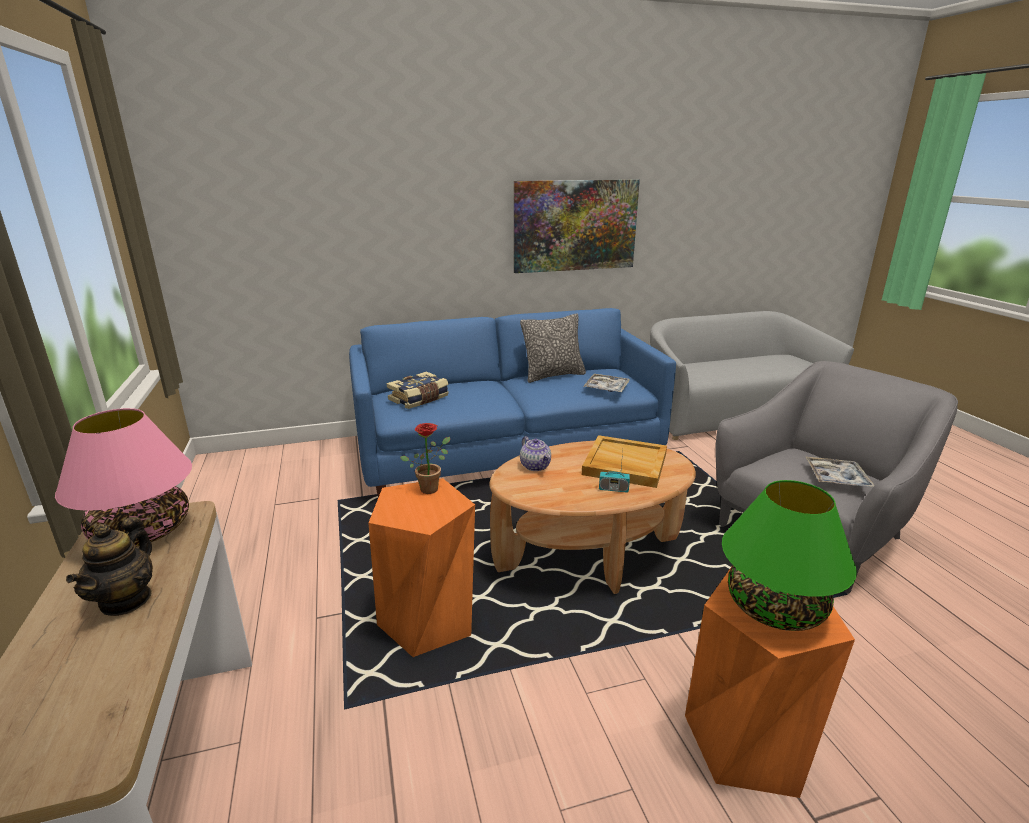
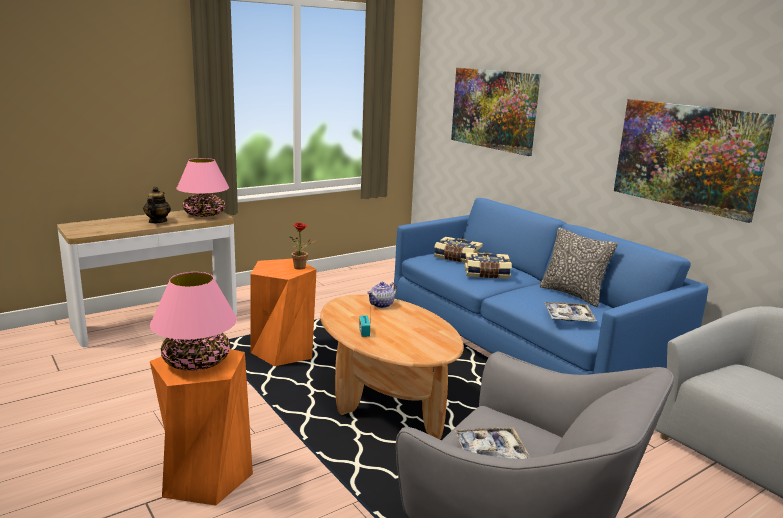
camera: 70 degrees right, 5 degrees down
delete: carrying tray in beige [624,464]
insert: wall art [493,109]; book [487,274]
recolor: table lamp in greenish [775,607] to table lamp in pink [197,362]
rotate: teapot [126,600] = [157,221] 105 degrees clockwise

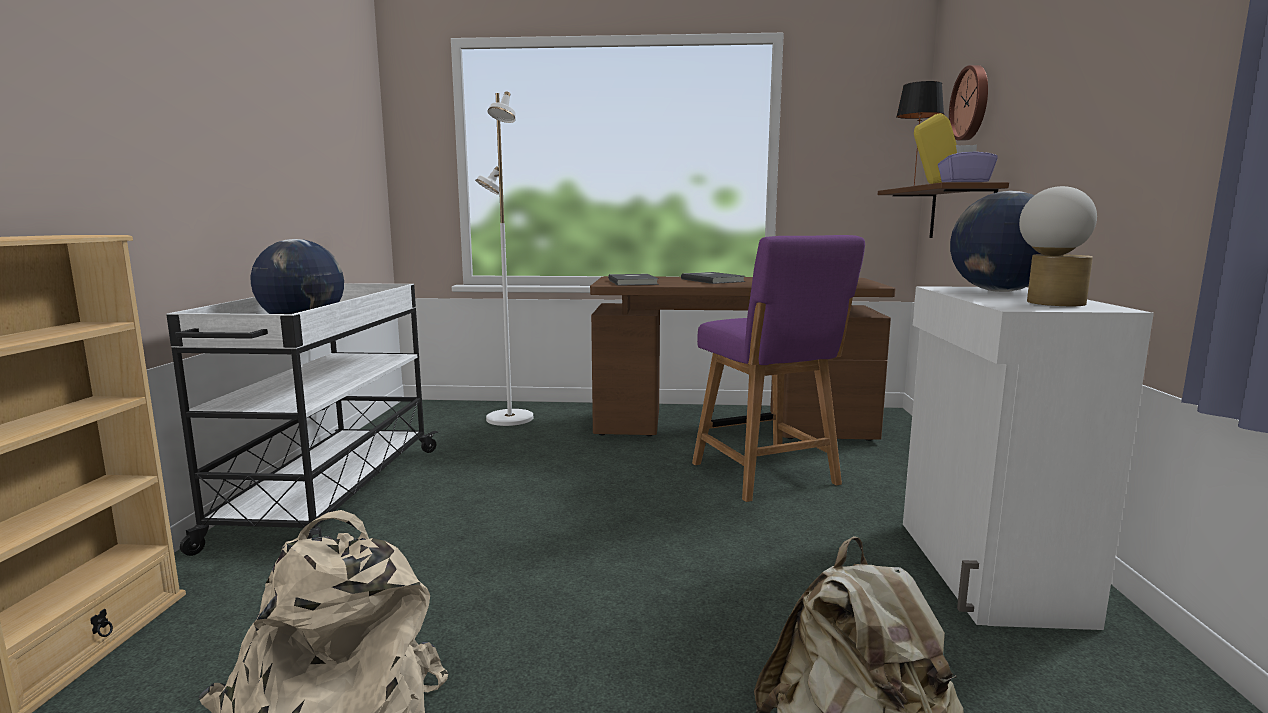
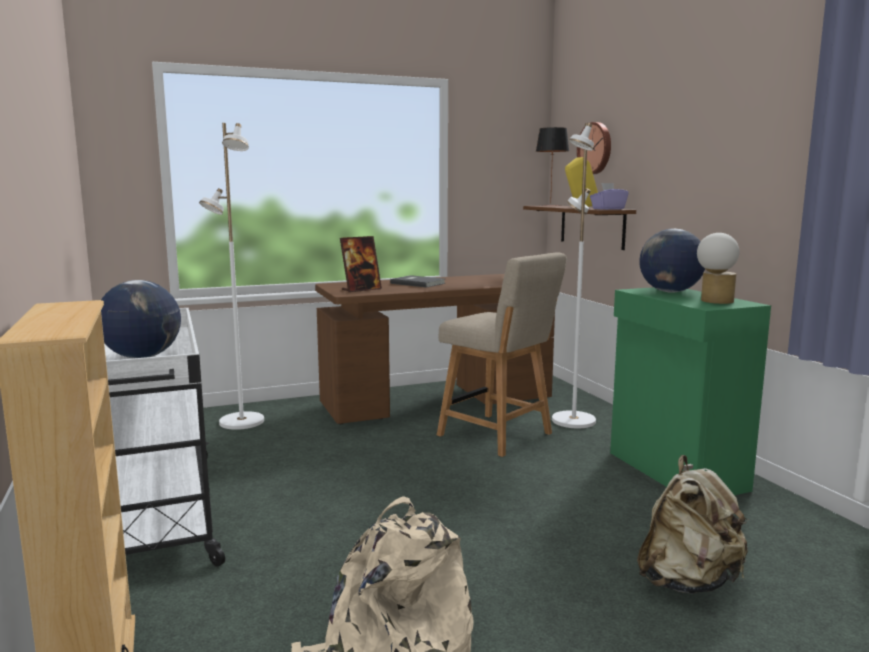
camera: 25 degrees left, 0 degrees up
insert: standard lamp in white [572,421]
replace: book in gray [634,282] to picture frame [361,289]
recolor: plain chair in purple-coloured [768,476] to plain chair in beige [499,436]; cabinet in white [985,570] to cabinet in greenish [675,471]

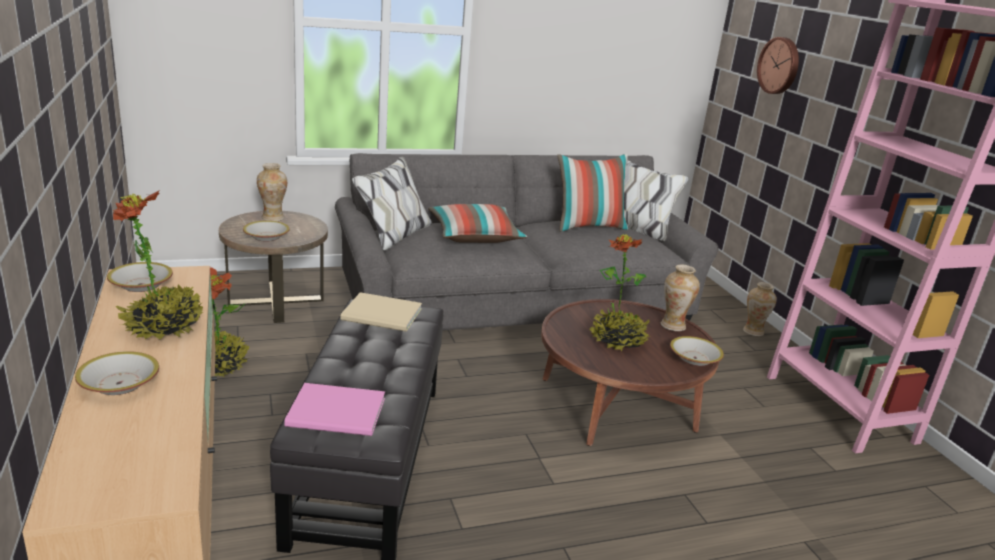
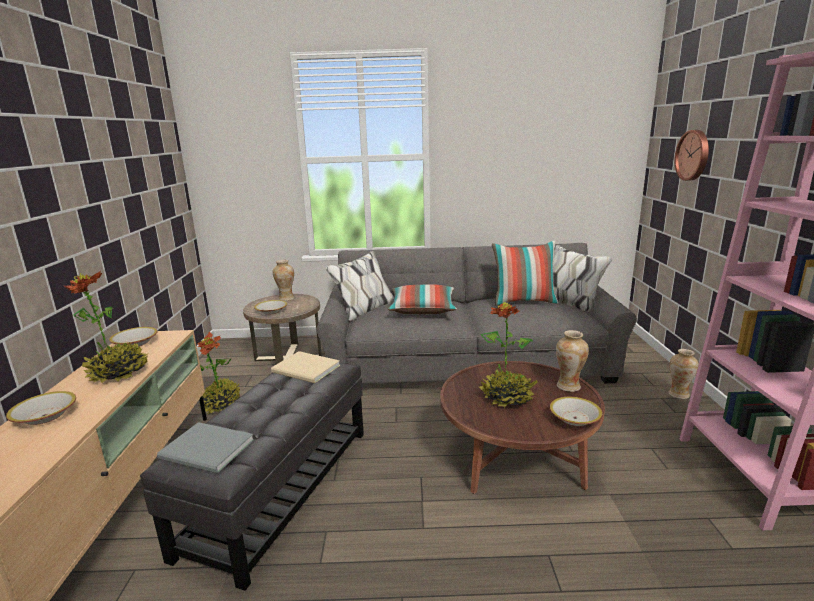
camera: 20 degrees right, 5 degrees down
recolor: book in pink [338,414] to book in gray [207,451]

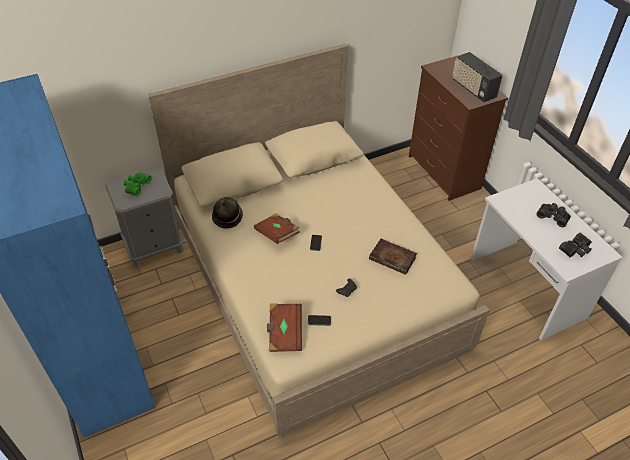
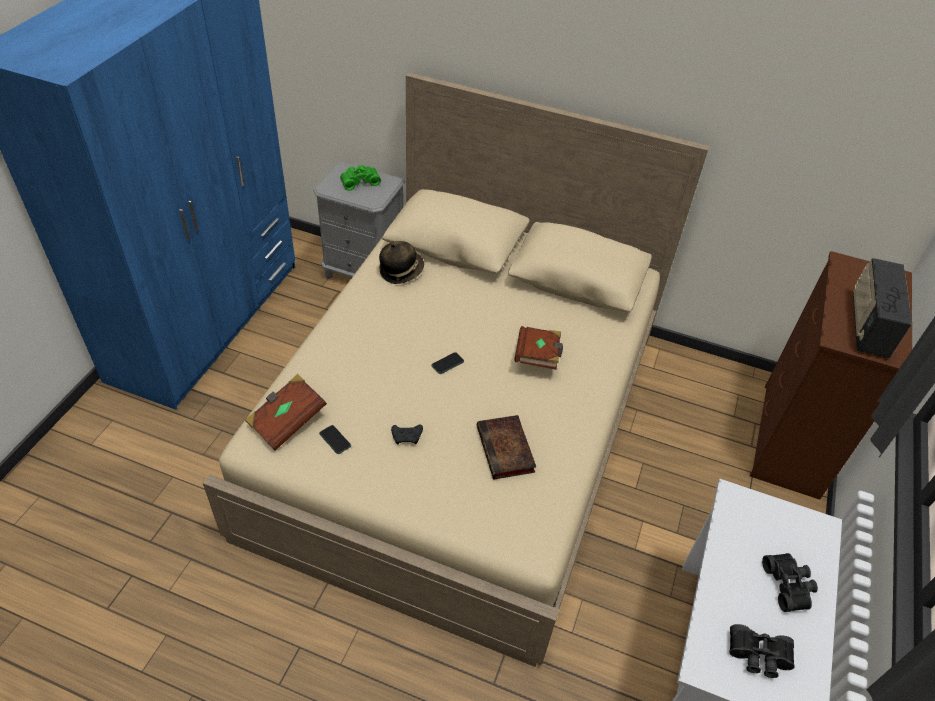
camera: 45 degrees right, 0 degrees up
move: book in brown [277,234] to [538,356]

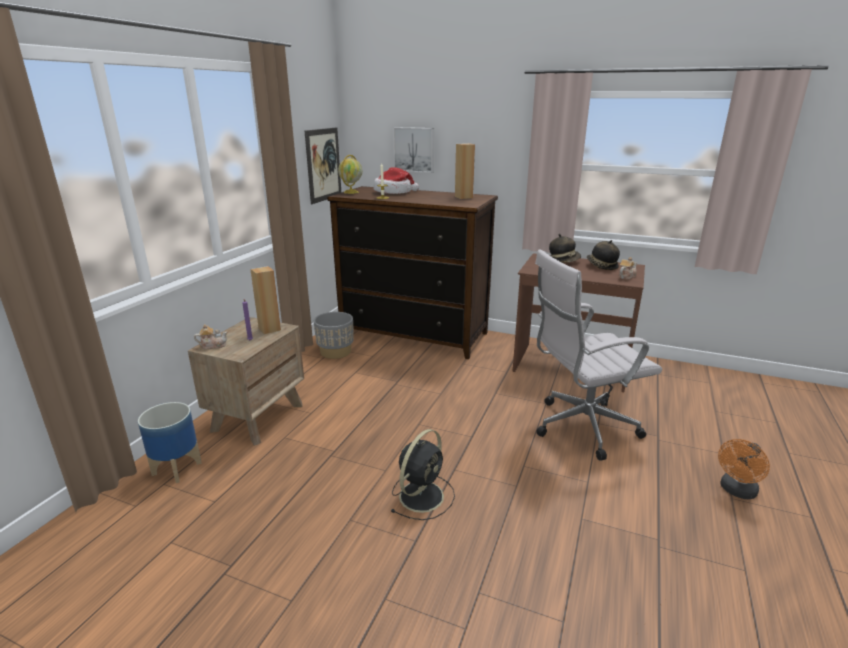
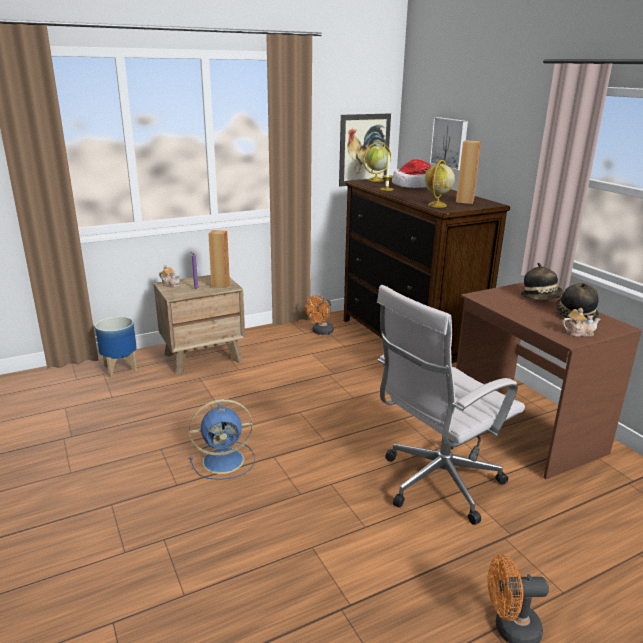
camera: 40 degrees right, 0 degrees up
insert: world globe [437,205]
replace: plant pot in gray [336,352] to fan in orange-coloured [321,332]
recolor: fan in black-coloured [422,495] to fan in blue [225,460]
rotate: office chair in white [580,427] = [436,484] 60 degrees counterclockwise

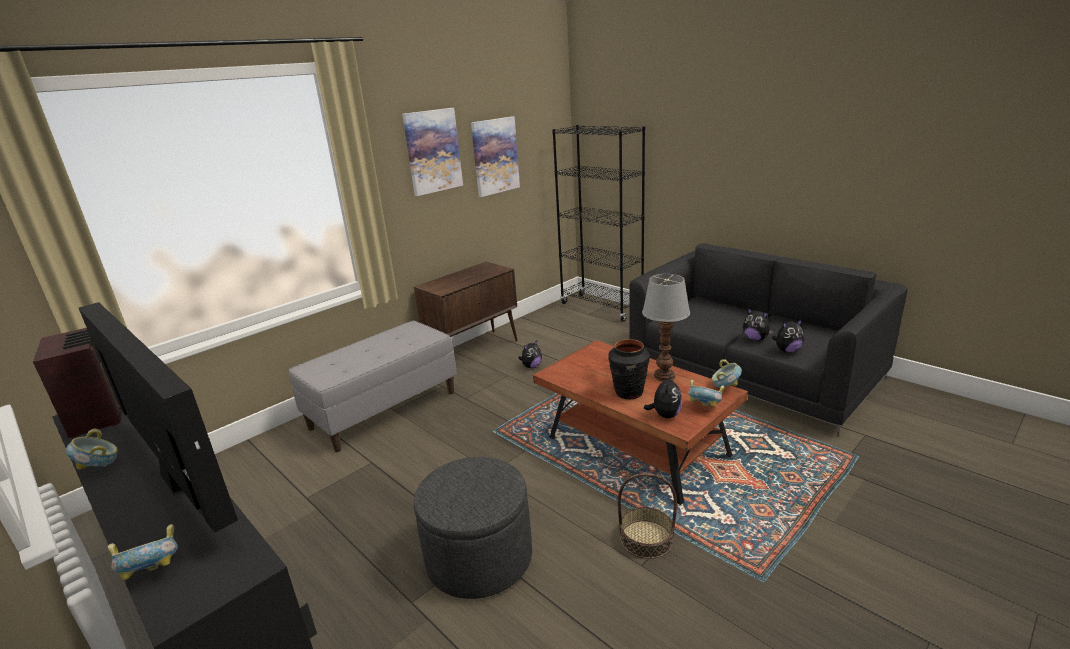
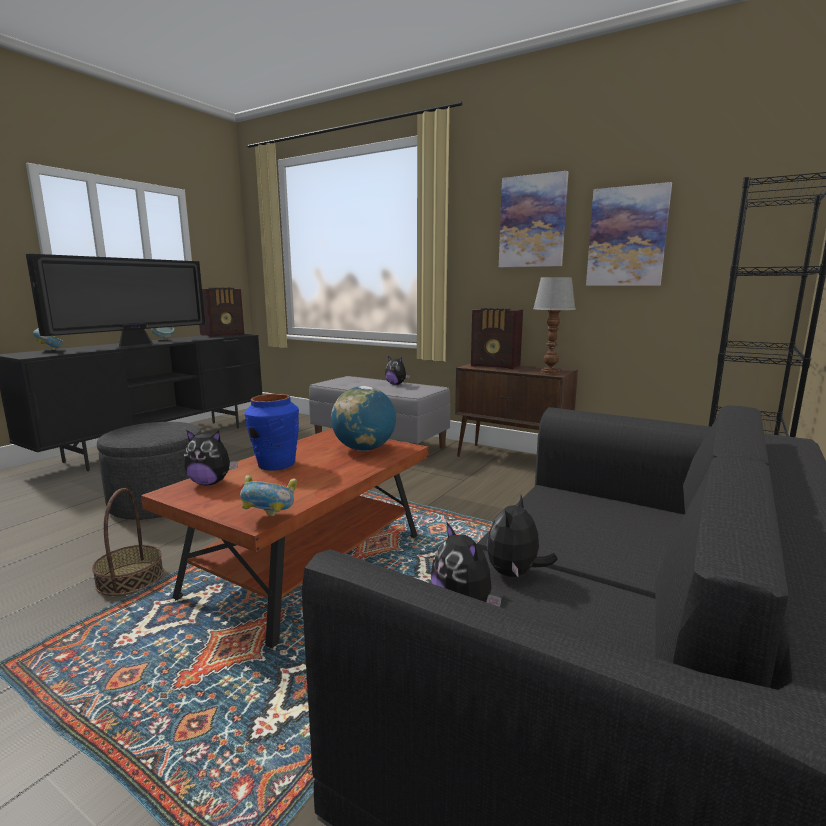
camera: 75 degrees right, 10 degrees down
delete: serving bowl [704,407]
insert: world globe [364,449]; radio set [496,366]
move: cuddly toy [531,366] to [396,384]; table lamp [664,376] to [549,373]
recolor: decorative vase in black-coloured [629,393] to decorative vase in blue [275,465]

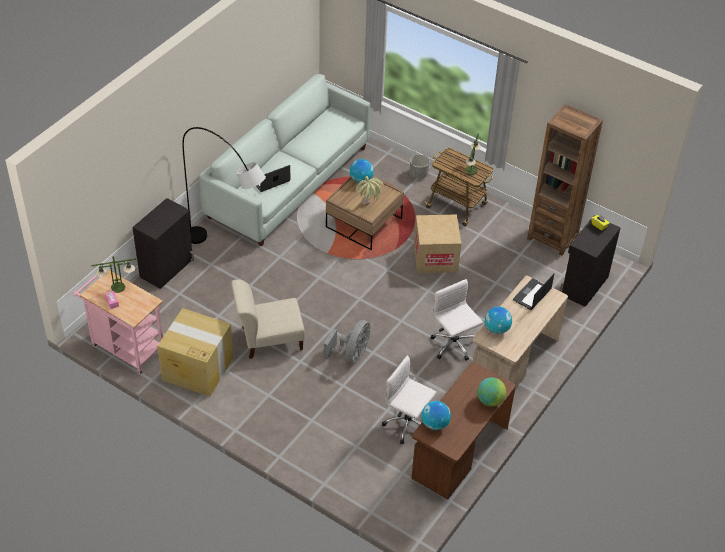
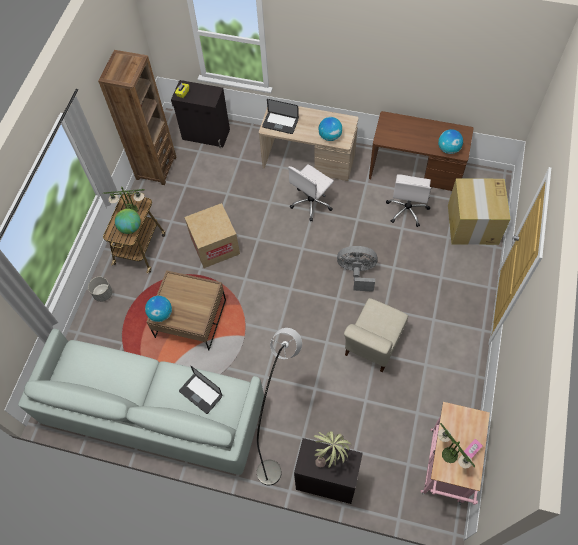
camera: 105 degrees left, 15 degrees up
move: carton [197,368] to [472,225]; potted plant [367,210] to [330,456]; world globe [490,400] to [130,228]
rotate: plain chair in beige [269,339] = [372,344] 60 degrees clockwise

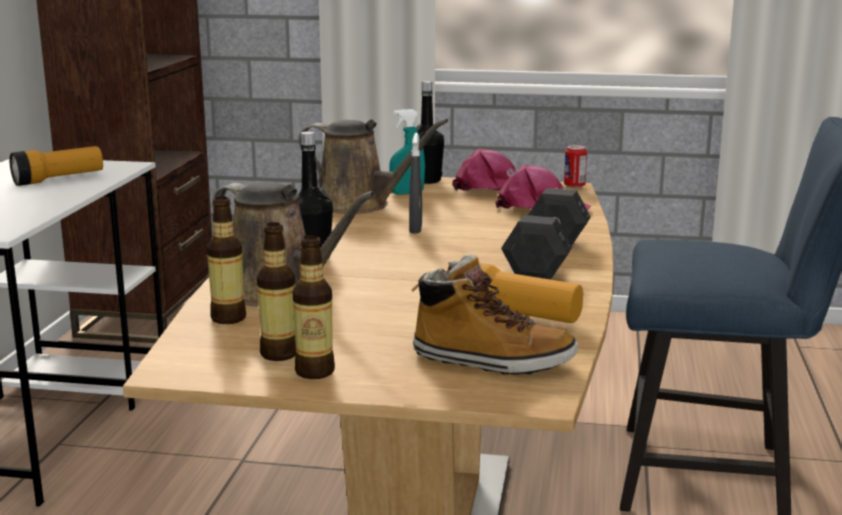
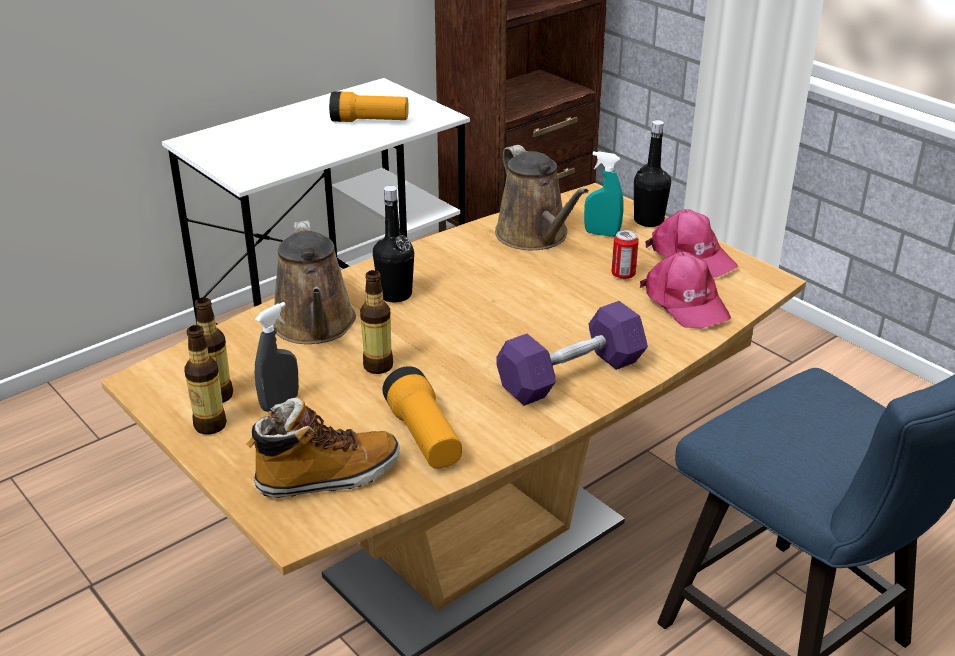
camera: 40 degrees right, 15 degrees up
move: drink bottle [228,318] to [378,366]; sprayer in gray [415,229] to [280,402]; sealed can [574,186] to [623,275]
recolor: free weight in gray [547,258] to free weight in purple-coloured [571,375]
rotate: tall boot [492,361] = [328,477] 75 degrees counterclockwise

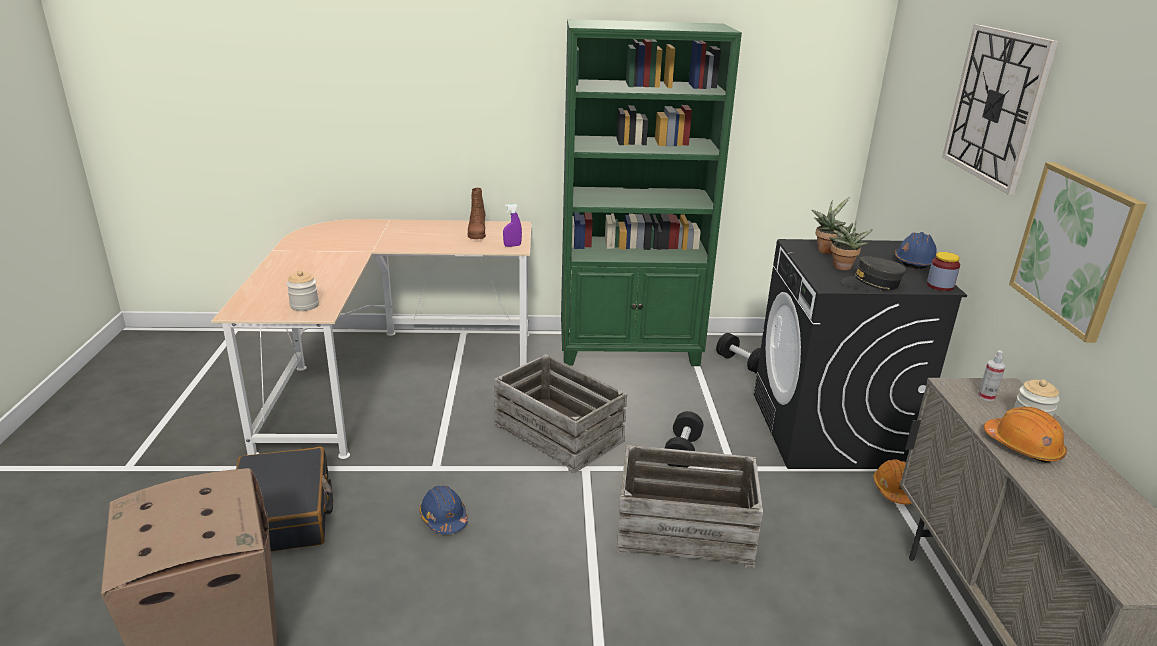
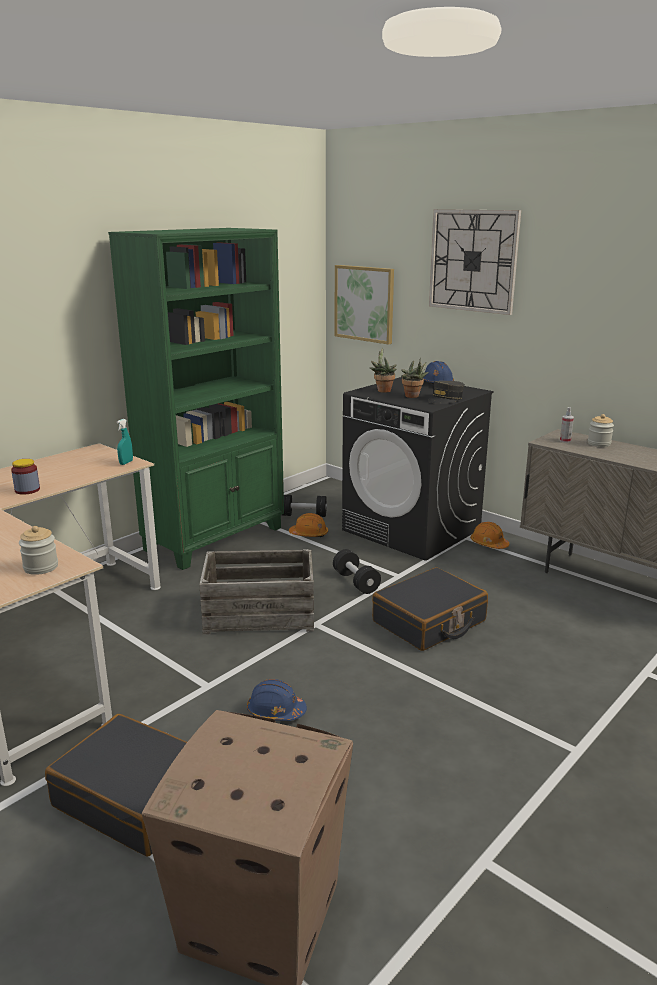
camera: 45 degrees left, 5 degrees down
delete: tall boot in brown [476,234]
move: storage jar [940,286] to [27,490]; work helmet in orange-coloured [1023,446] to [309,534]; wall art [1074,249] to [364,303]
replace: packing crate [684,529] to piece of luggage in black-coloured [429,622]
recolor: sprayer in purple-coloured [512,246] to sprayer in blue-green [126,463]

